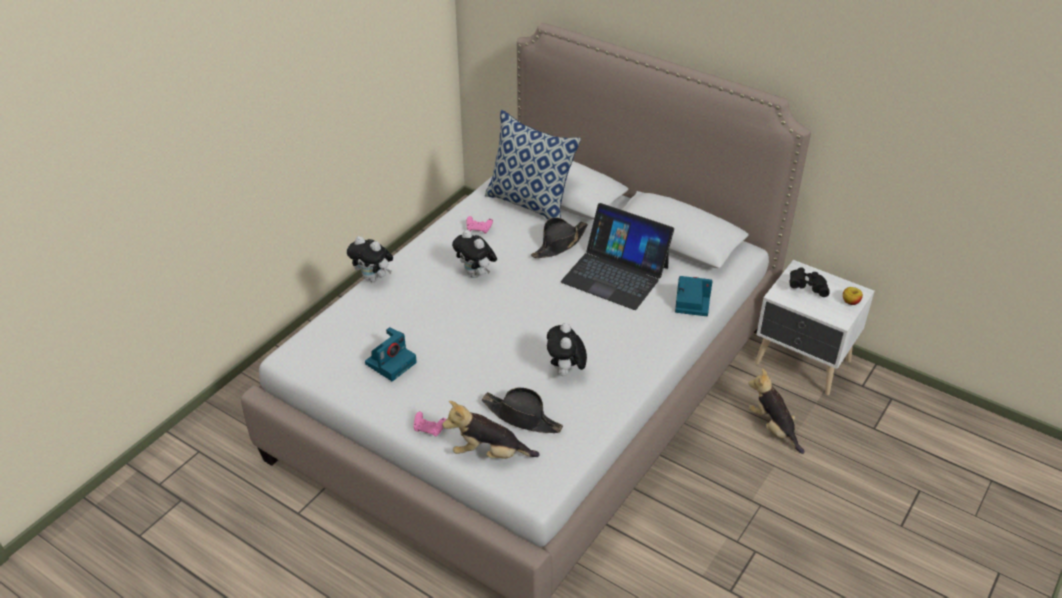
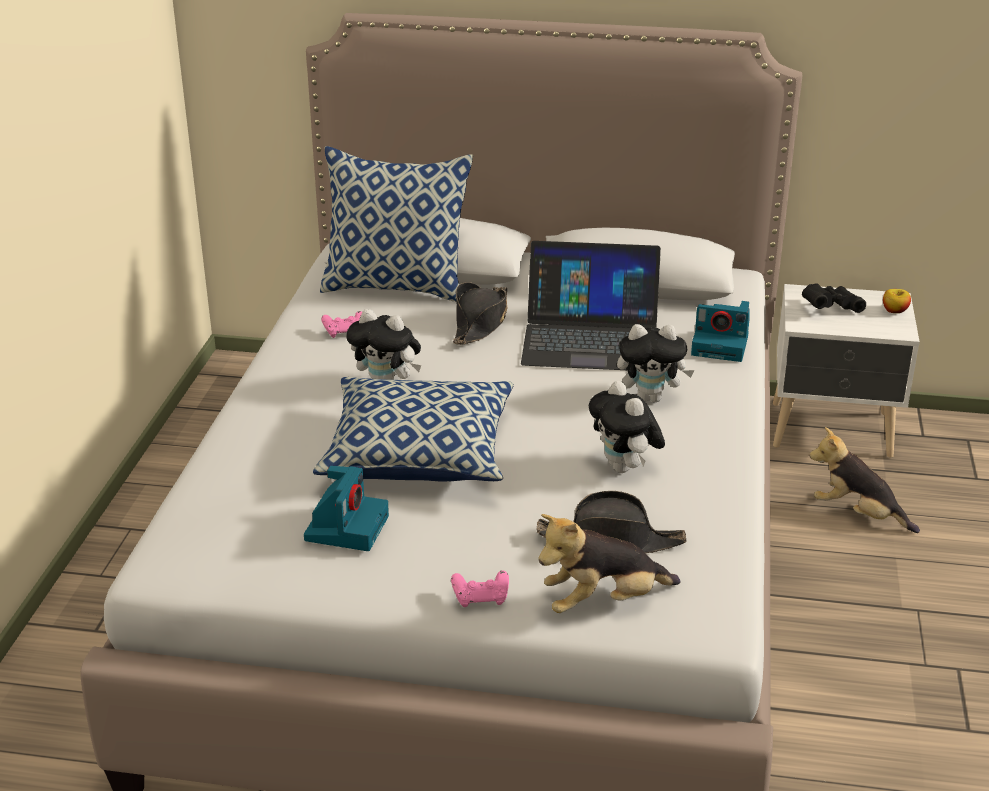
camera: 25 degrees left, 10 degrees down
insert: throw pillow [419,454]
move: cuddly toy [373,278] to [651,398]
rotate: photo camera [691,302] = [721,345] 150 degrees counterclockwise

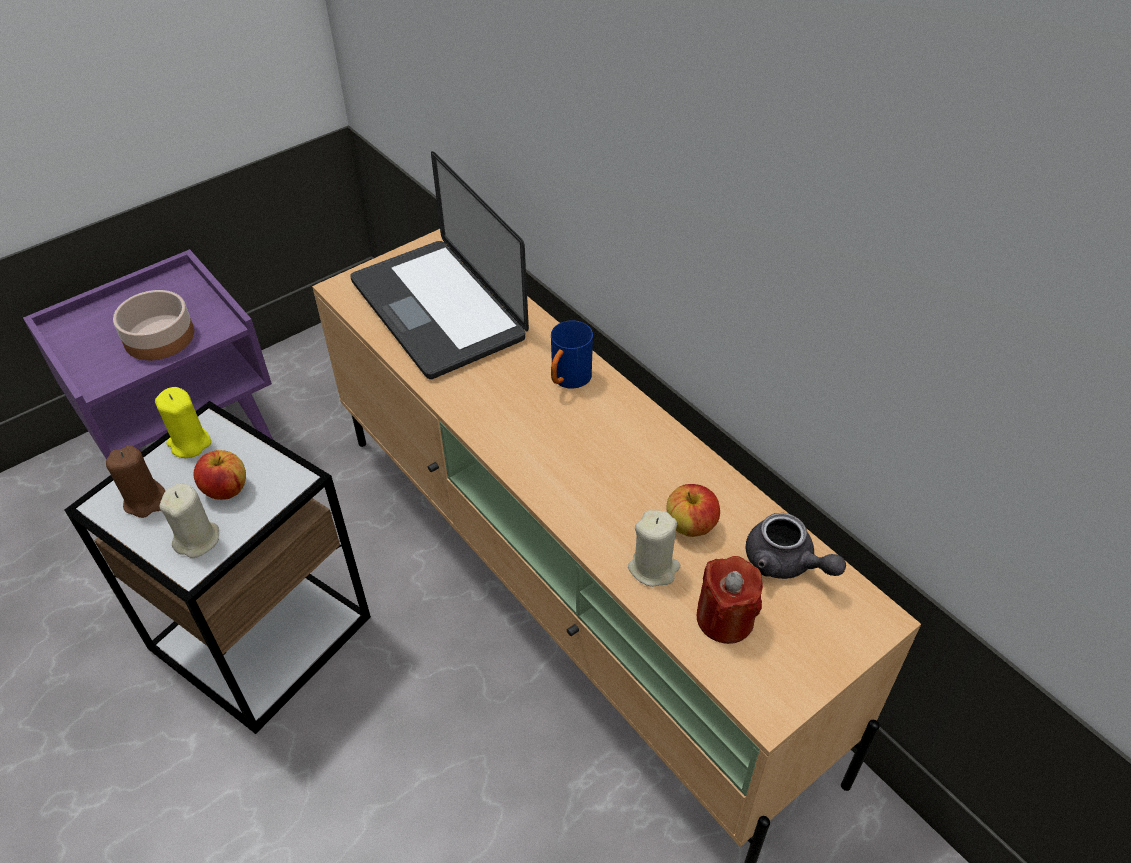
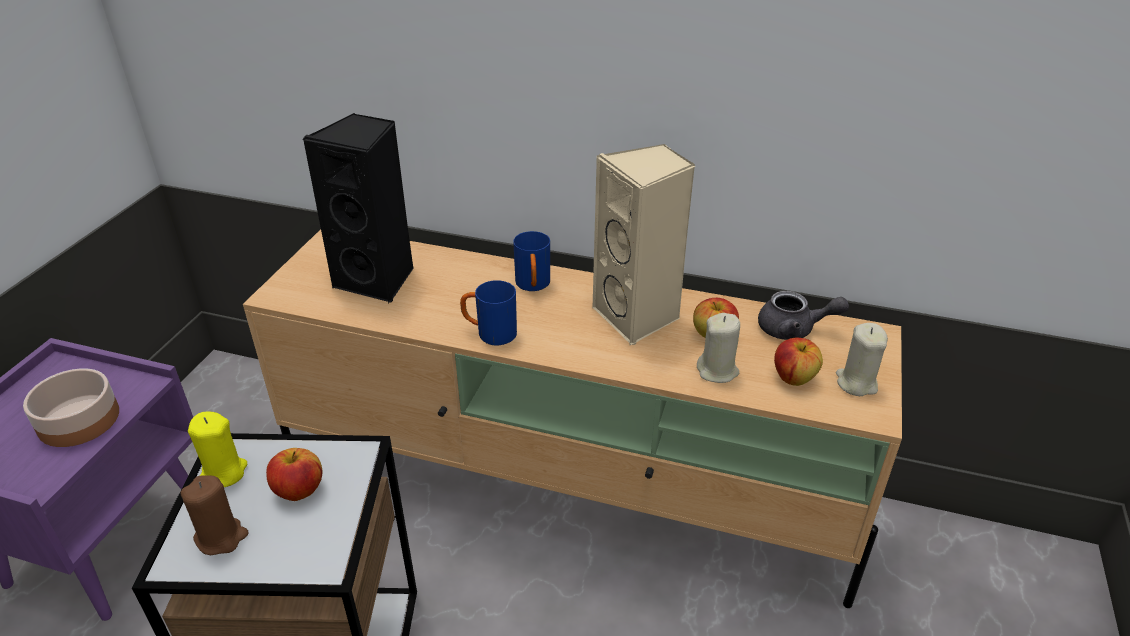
camera: 35 degrees left, 10 degrees down
insert: coffee mug in blue [490,333]; audio speaker in beige [638,317]
move: wax candle in beige [197,539] to [856,383]
replace: laptop [437,310] to audio speaker in black-coloured [378,280]; wax candle in red [725,619] to whole apple [793,378]

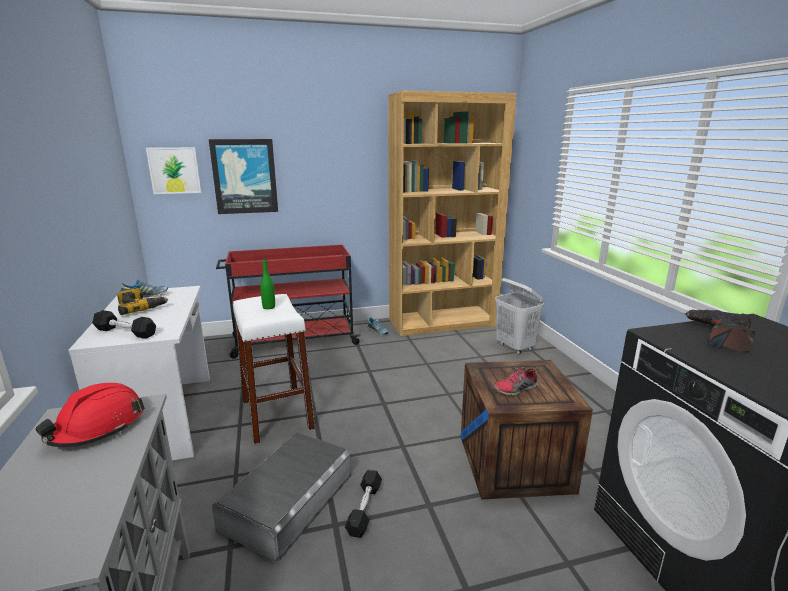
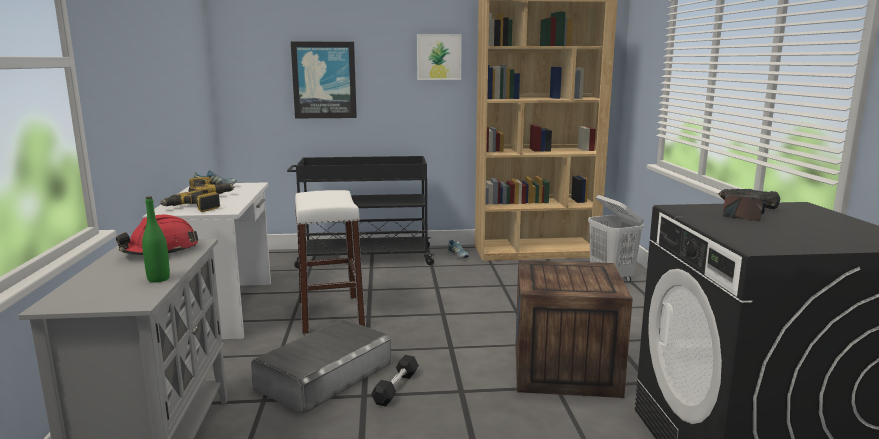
camera: 10 degrees right, 5 degrees down
delete: item of footwear [515,389]
move: wall art [174,170] to [439,57]; drink bottle in greenish [269,307] to [158,279]
replace: free weight in black-coloured [125,332] to electric drill [192,208]
recolor: cart in red [293,340] to cart in black-coloured [364,258]

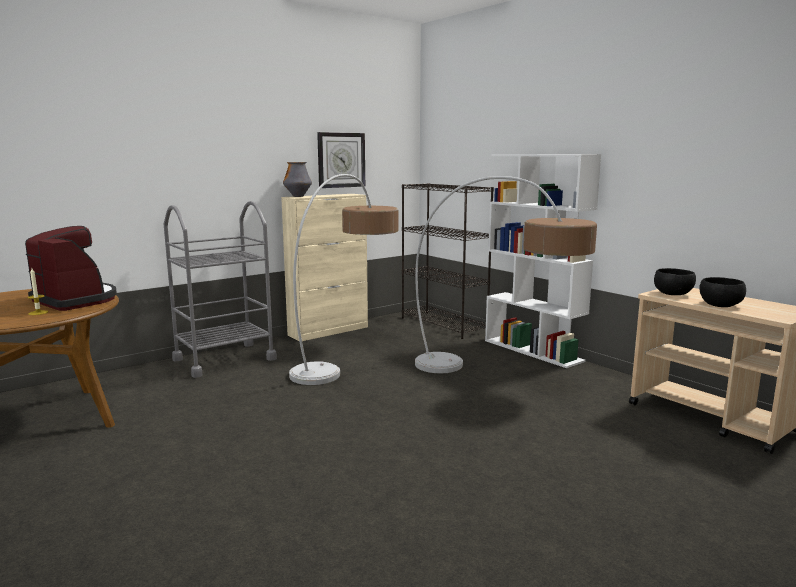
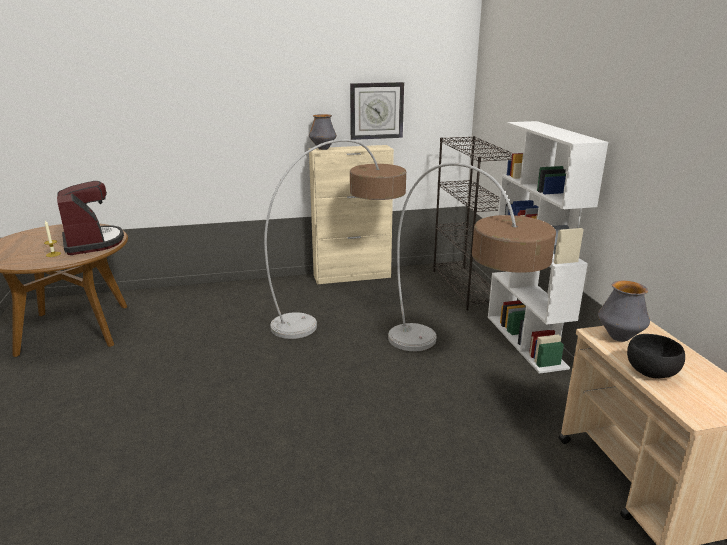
camera: 25 degrees right, 10 degrees up
delete: cart in gray [224,359]
replace: serving bowl in black-coloured [672,294] to decorative vase [619,337]

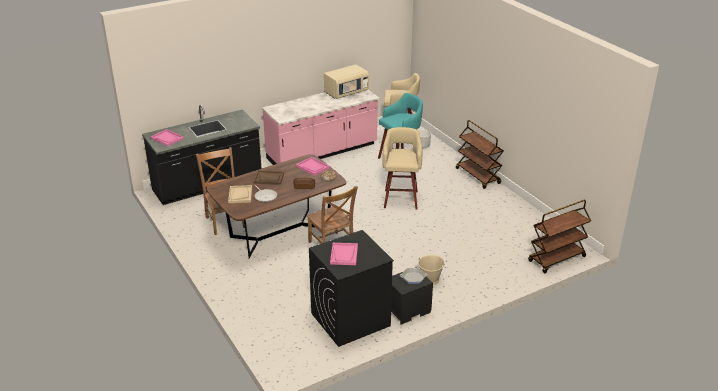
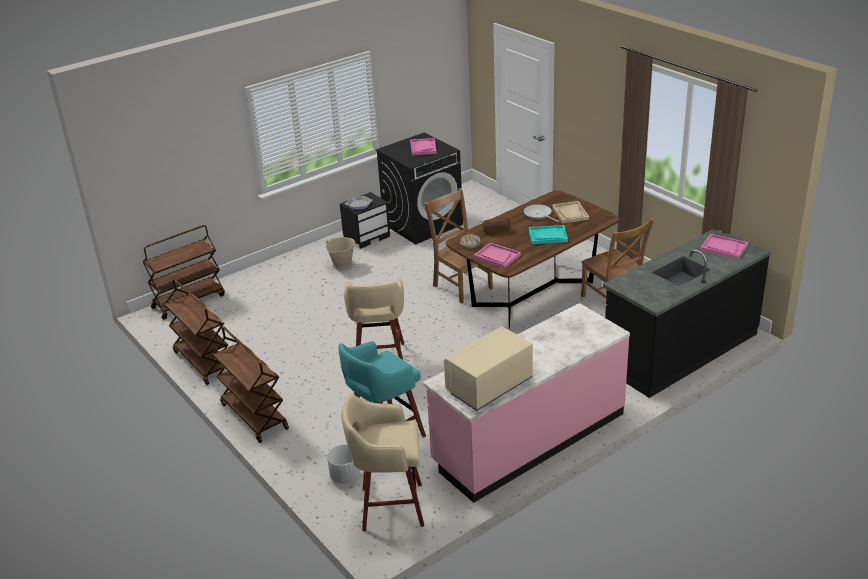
camera: 175 degrees right, 0 degrees up
insert: cart in brown [203,362]
recolor: carrying tray in brown [269,178] to carrying tray in blue-green [548,236]

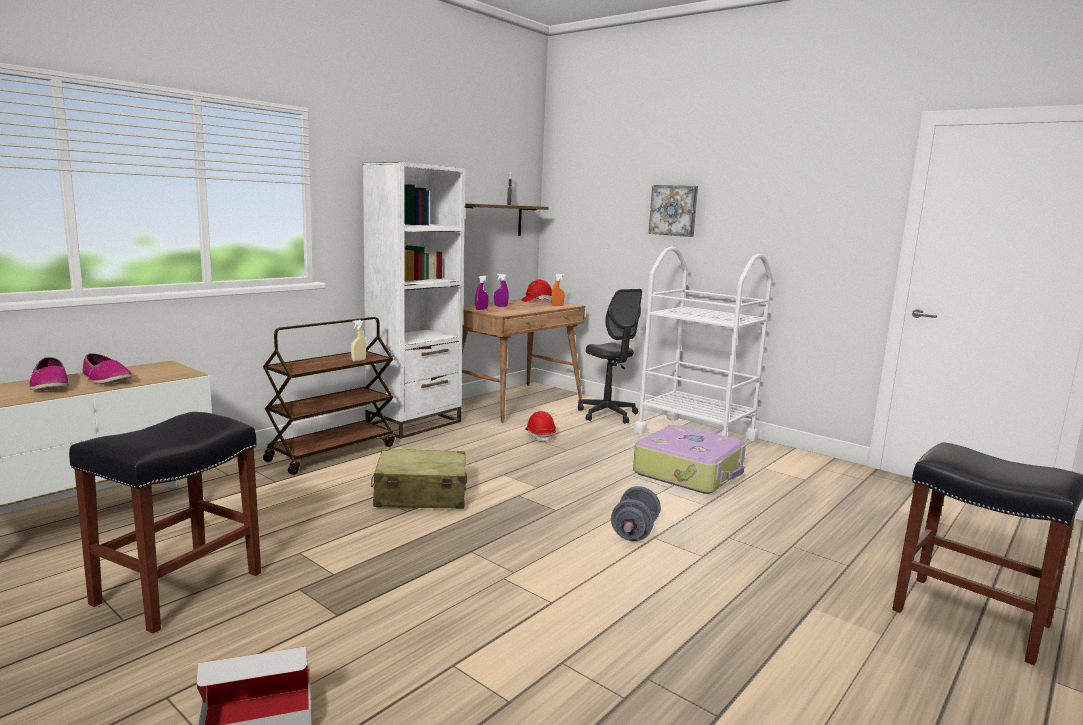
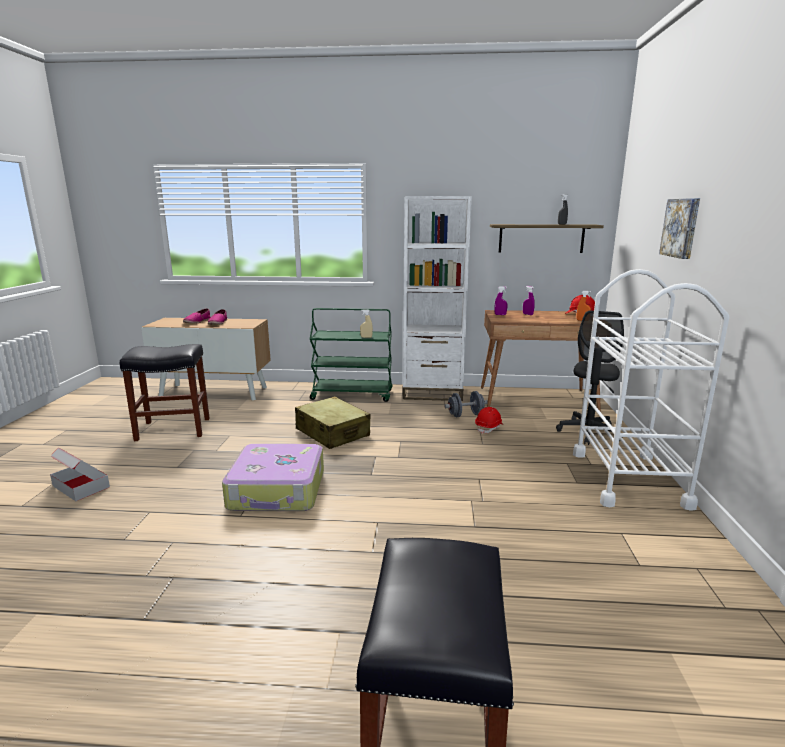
camera: 55 degrees right, 5 degrees up
move: free weight in gray [634,532] to [465,415]; piece of luggage [689,472] to [278,490]
recolor: cart in brown [332,453] to cart in greenish [353,395]

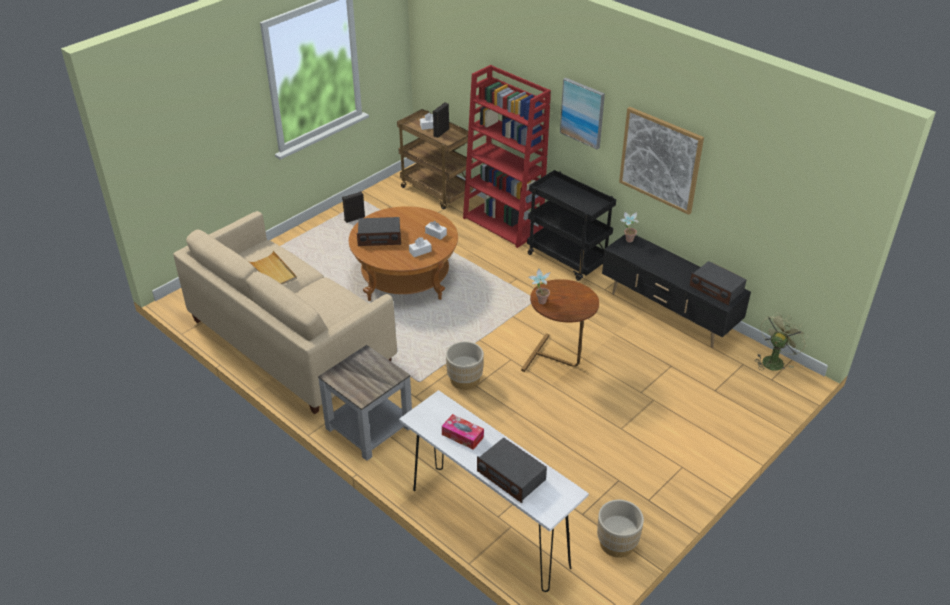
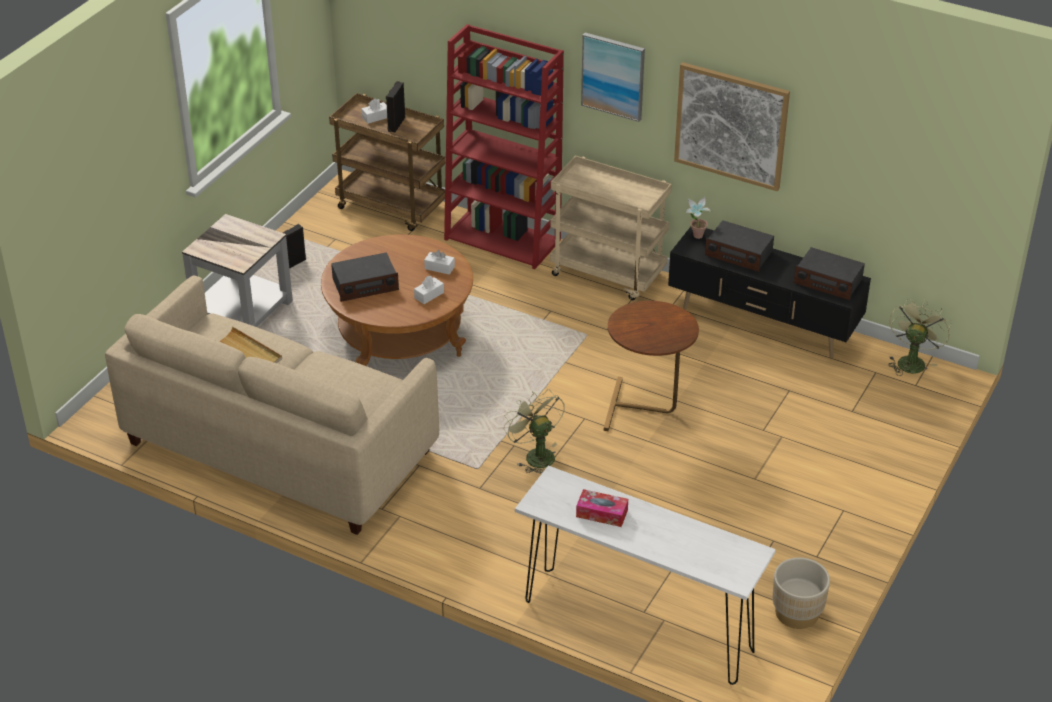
camera: 15 degrees left, 0 degrees up
delete: potted plant [539,302]
move: end table in gray [368,427] to [241,310]; radio set [511,476] to [739,254]
replace: plant pot in beige [464,379] to fan in greenish [535,455]
recolor: cart in black-coloured [568,259] to cart in beige [609,274]

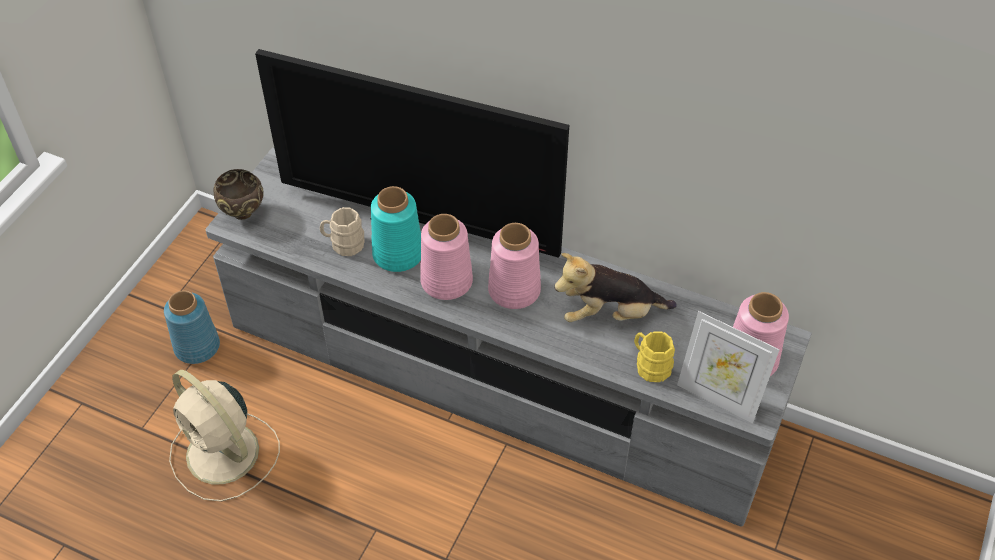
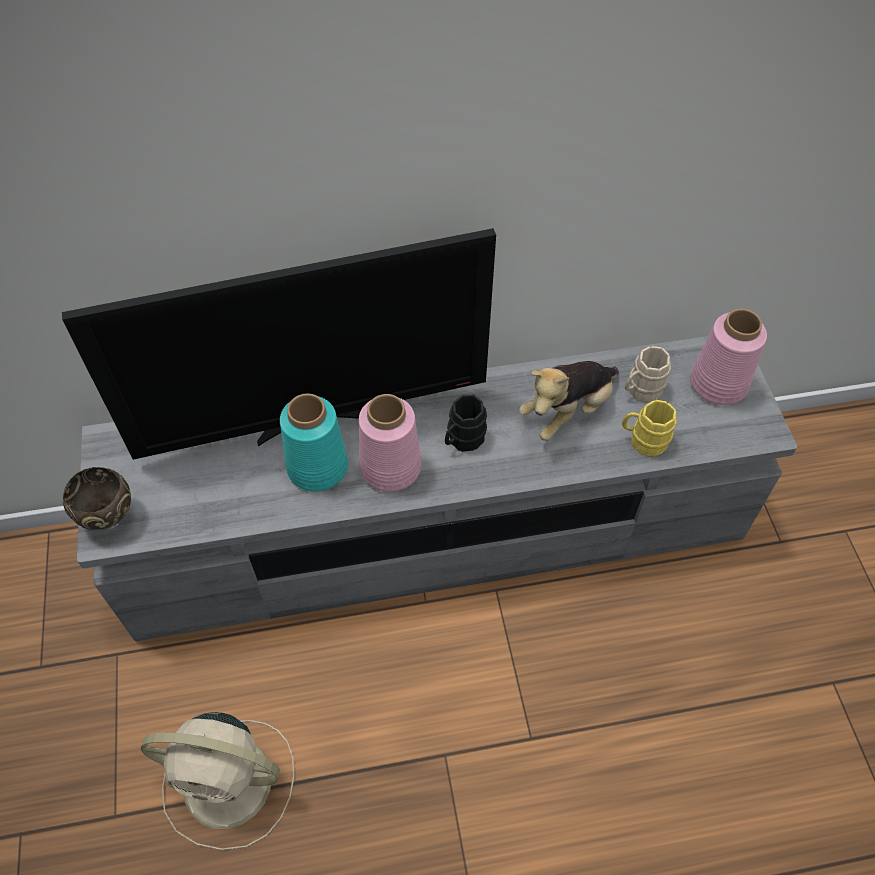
camera: 35 degrees left, 5 degrees up
delete: decorative vase in blue [197,346]; picture frame [718,397]
move: coffee mug in beige [343,244] to [641,390]
replace: decorative vase in pink [513,291] to coffee mug in black-coloured [462,439]

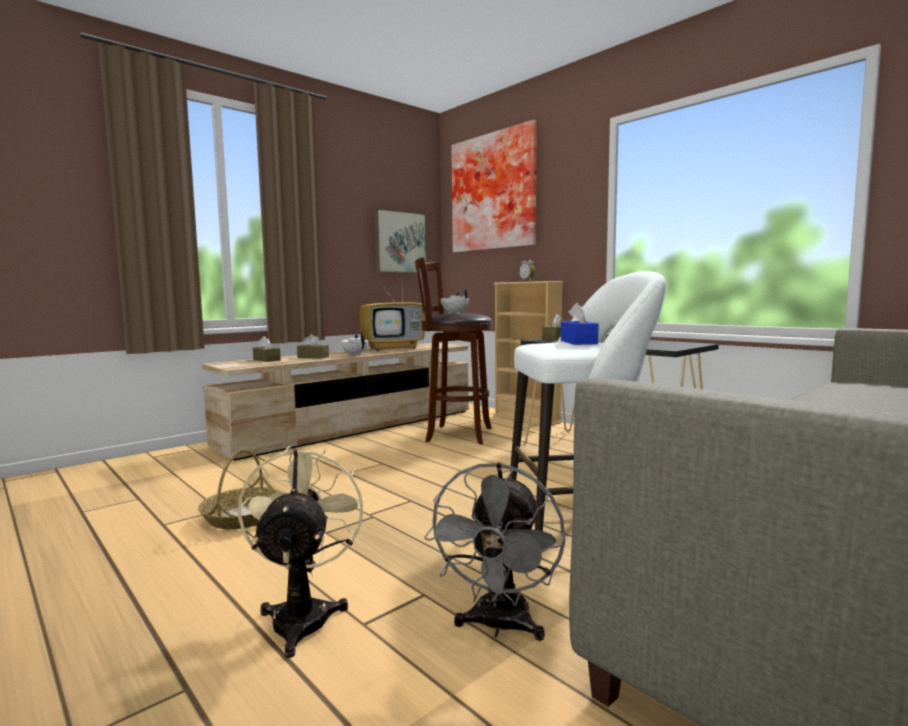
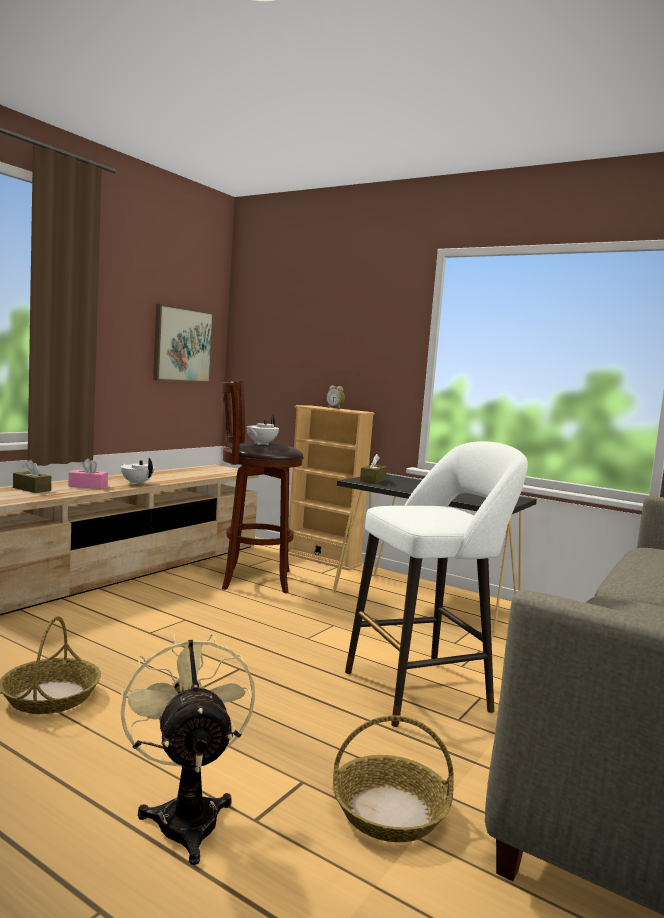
camera: 15 degrees left, 0 degrees up
delete: television [393,348]; wall art [495,192]; tissue holder in blue [578,342]
replace: fan in gray [499,627] to storage basket [390,811]
recolor: tissue holder in brown [313,357] to tissue holder in pink [88,486]

